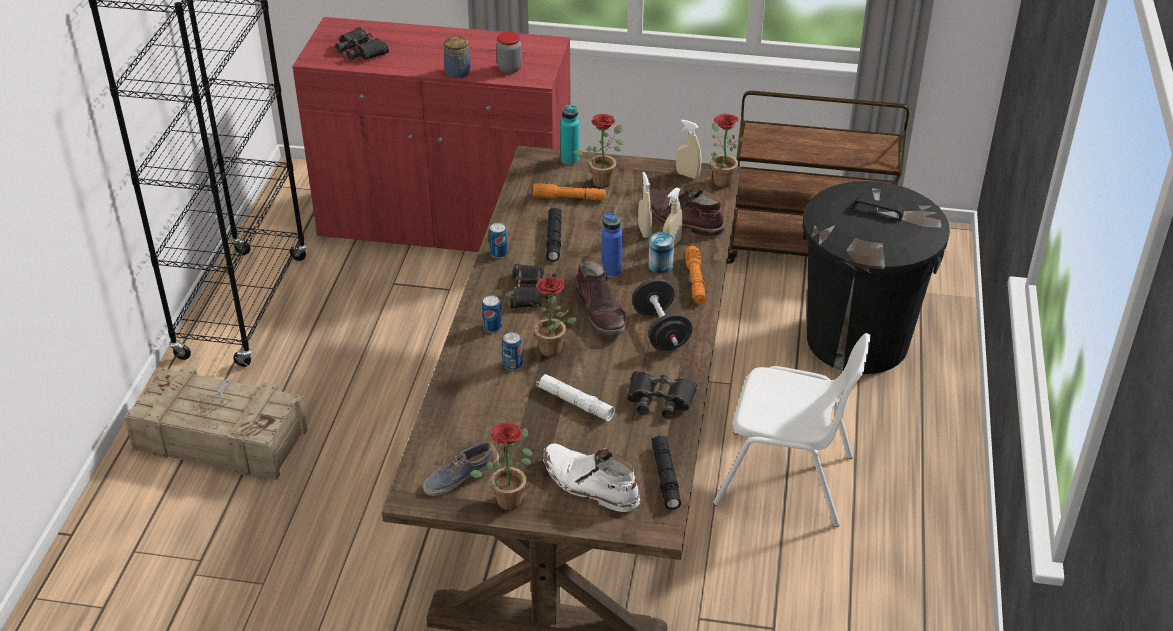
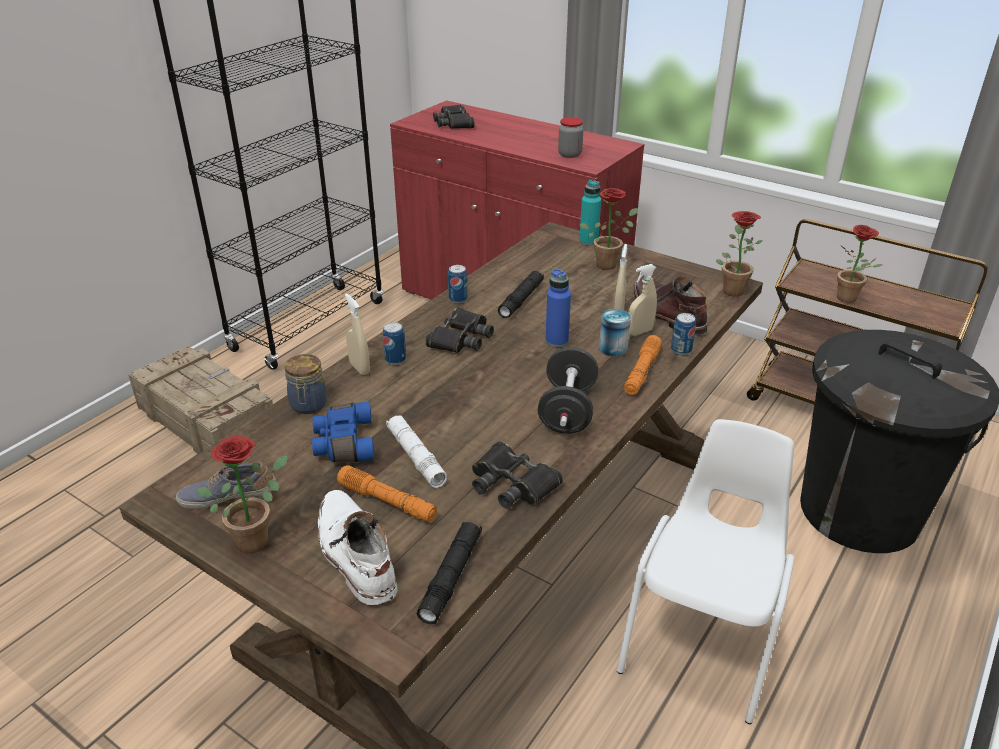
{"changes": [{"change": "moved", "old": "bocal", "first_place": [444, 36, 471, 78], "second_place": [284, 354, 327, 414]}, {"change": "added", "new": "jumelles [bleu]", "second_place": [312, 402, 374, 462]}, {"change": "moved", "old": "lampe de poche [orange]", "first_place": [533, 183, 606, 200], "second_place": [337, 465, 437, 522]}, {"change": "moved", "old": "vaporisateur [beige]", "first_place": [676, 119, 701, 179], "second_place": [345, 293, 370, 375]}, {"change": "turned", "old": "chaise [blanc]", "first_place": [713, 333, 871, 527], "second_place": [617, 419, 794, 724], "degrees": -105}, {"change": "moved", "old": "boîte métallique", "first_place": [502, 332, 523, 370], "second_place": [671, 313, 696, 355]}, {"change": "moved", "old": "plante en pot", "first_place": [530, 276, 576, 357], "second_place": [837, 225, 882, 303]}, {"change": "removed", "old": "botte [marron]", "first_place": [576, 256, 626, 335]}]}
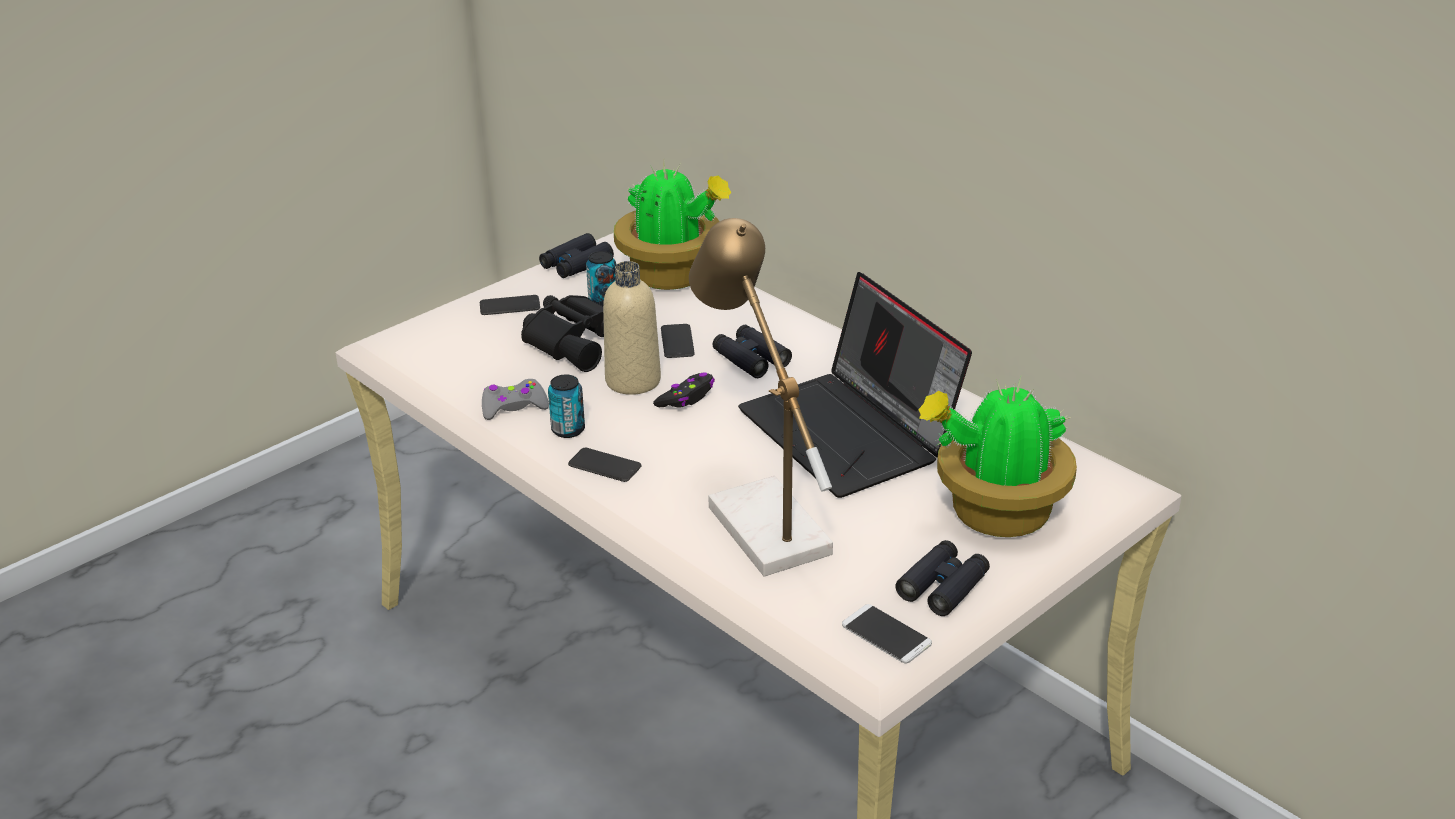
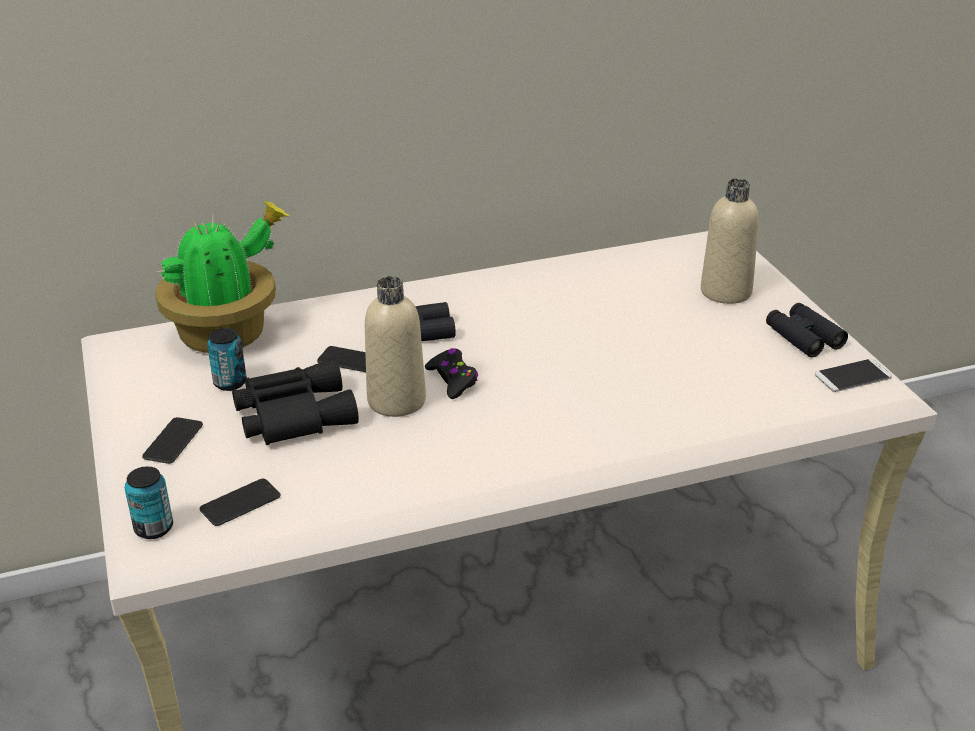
{"changes": [{"change": "moved", "old": "boîte métallique", "first_place": [548, 374, 585, 438], "second_place": [125, 466, 173, 539]}, {"change": "moved", "old": "téléphone", "first_place": [568, 448, 642, 482], "second_place": [200, 479, 281, 526]}, {"change": "replaced", "old": "plante en pot", "new": "bouteille [beige]", "first_place": [918, 377, 1077, 537], "second_place": [701, 179, 759, 304]}, {"change": "removed", "old": "manette [gris]", "first_place": [482, 379, 549, 420]}, {"change": "removed", "old": "jumelles [noir]", "first_place": [539, 233, 614, 278]}, {"change": "removed", "old": "lampe de table", "first_place": [689, 218, 833, 576]}, {"change": "removed", "old": "ordinateur portable", "first_place": [738, 272, 972, 498]}]}
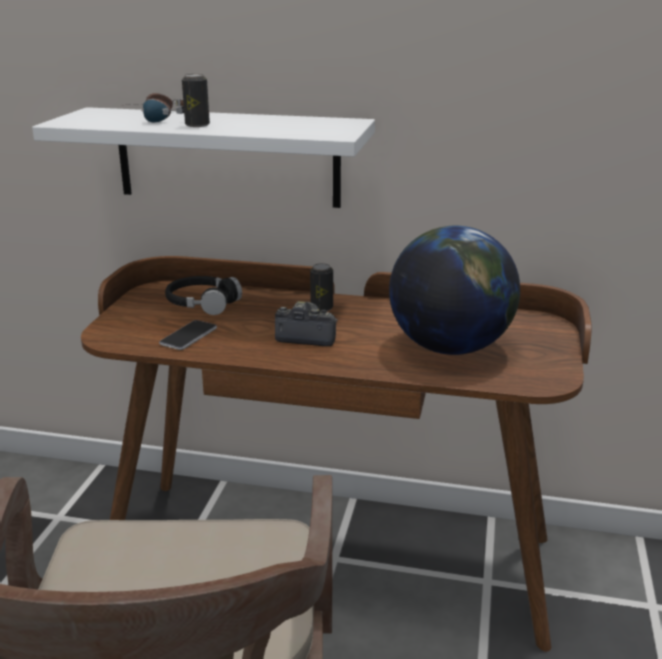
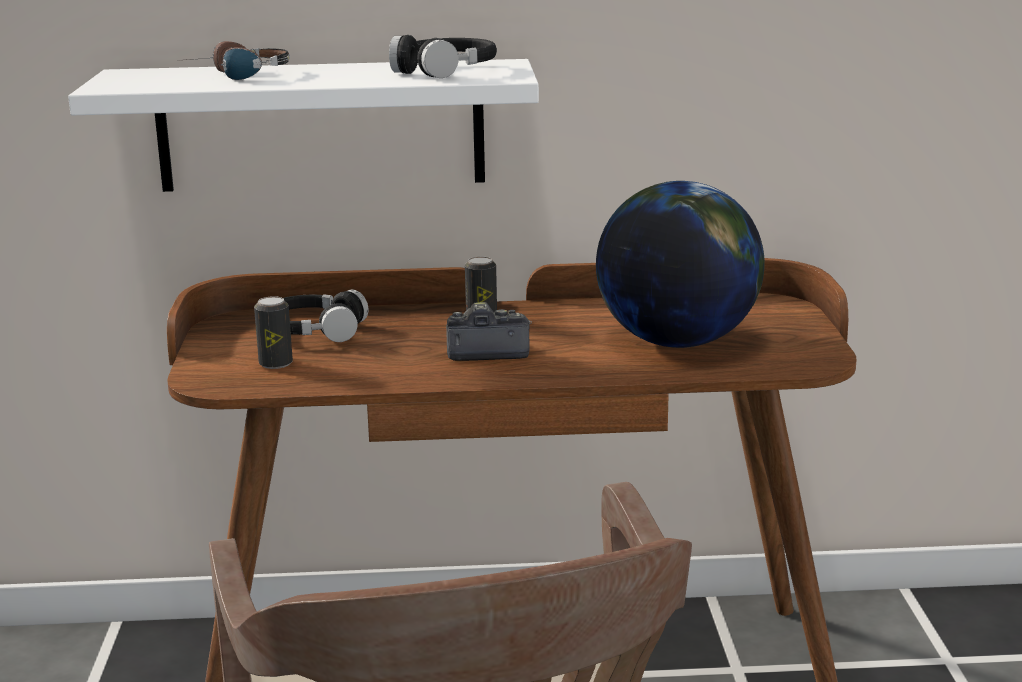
{"changes": [{"change": "moved", "old": "boîte métallique", "first_place": [182, 74, 210, 127], "second_place": [254, 296, 293, 369]}, {"change": "added", "new": "casque audio [noir]", "second_place": [389, 35, 497, 78]}, {"change": "removed", "old": "téléphone", "first_place": [159, 320, 217, 350]}]}
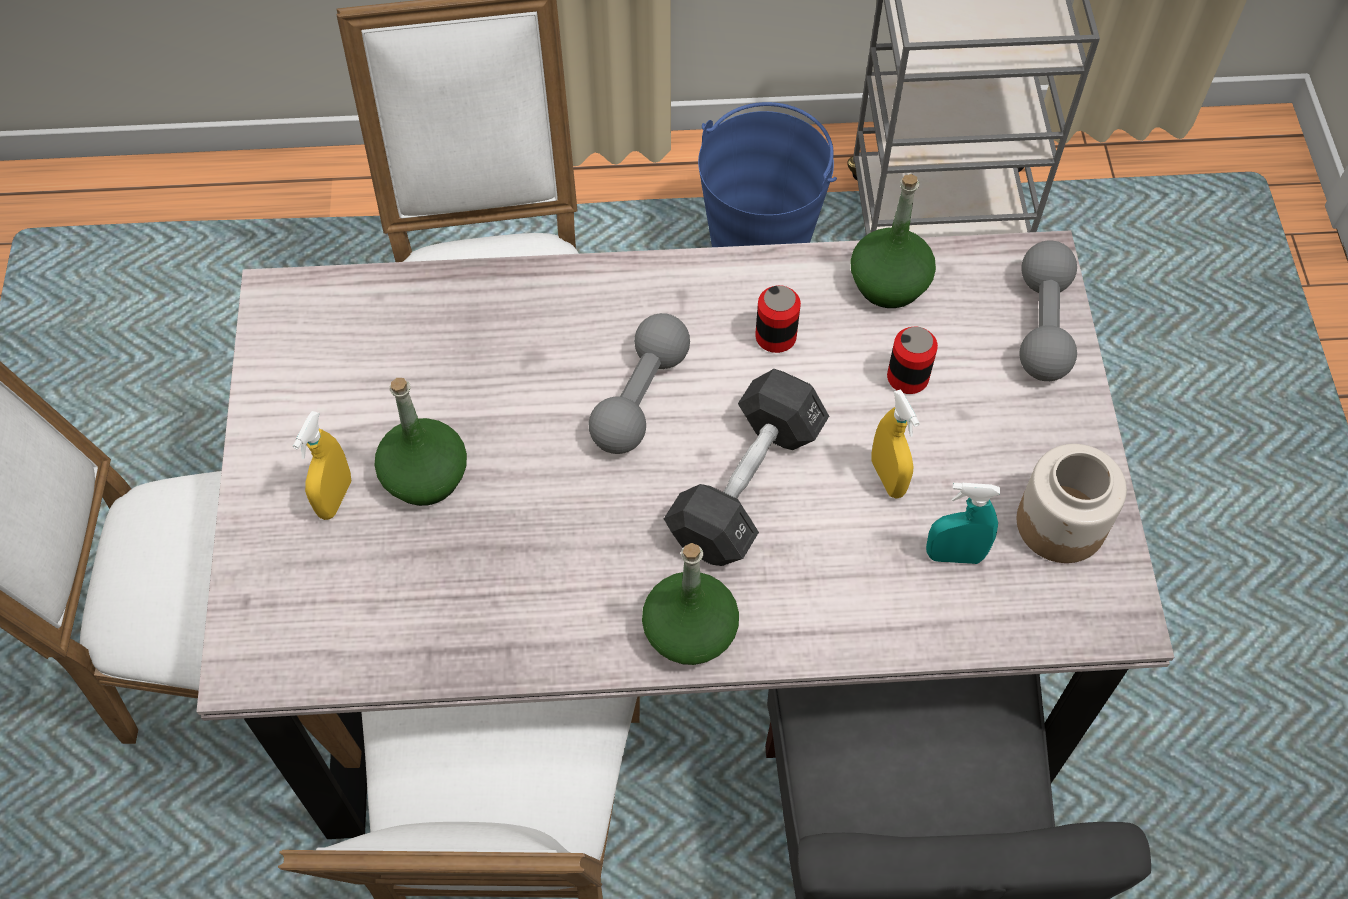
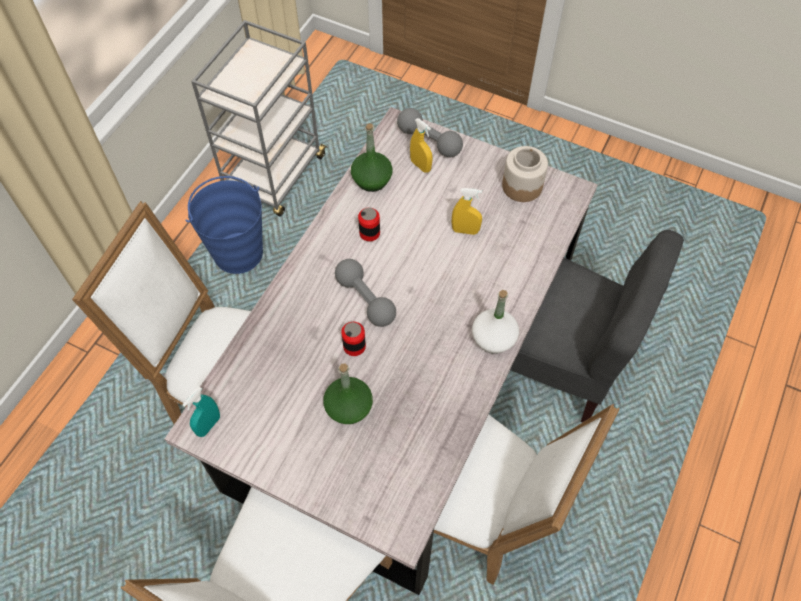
{"changes": [{"change": "moved", "old": "vaporisateur [turquoise]", "first_place": [926, 483, 1000, 564], "second_place": [182, 387, 220, 437]}, {"change": "moved", "old": "boîte métallique", "first_place": [887, 327, 938, 394], "second_place": [341, 322, 366, 356]}, {"change": "moved", "old": "vaporisateur [jaune]", "first_place": [293, 411, 351, 520], "second_place": [410, 118, 433, 173]}, {"change": "recoloured", "old": "bouteille [vert]", "new": "bouteille [blanc]", "first_place": [642, 543, 739, 665], "second_place": [472, 290, 519, 354]}, {"change": "removed", "old": "haltère [noir]", "first_place": [664, 369, 829, 566]}]}
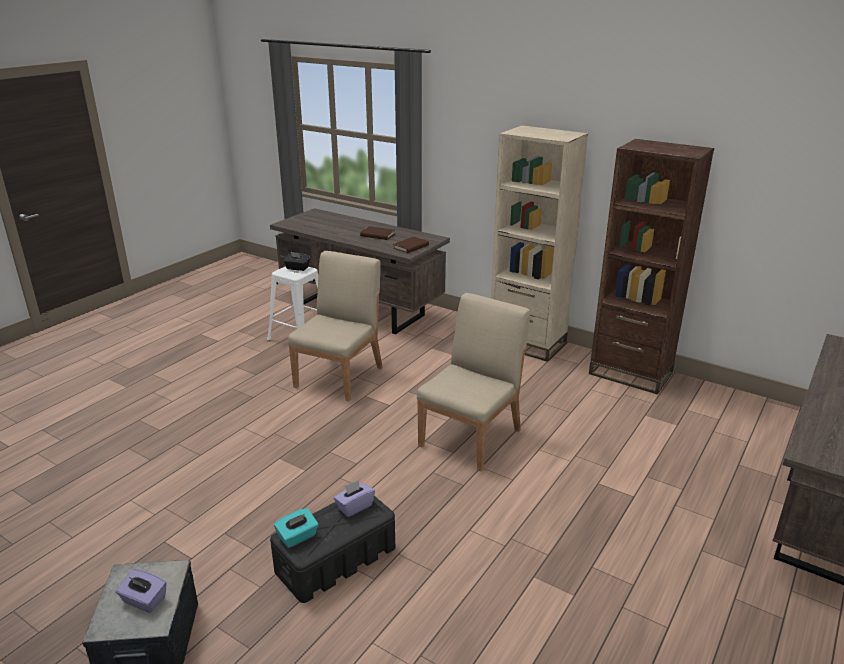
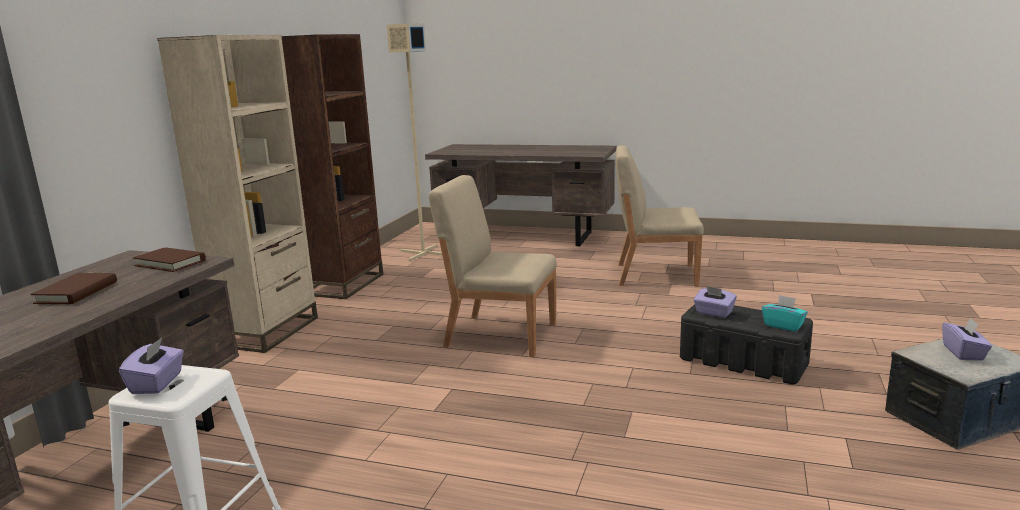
{"changes": [{"change": "recoloured", "old": "boîte à mouchoirs [noir]", "new": "boîte à mouchoirs [violet]", "first_place": [284, 251, 310, 271], "second_place": [119, 337, 184, 394]}, {"change": "added", "new": "lampadaire [beige]", "second_place": [387, 24, 442, 261]}, {"change": "moved", "old": "chaise [beige]", "first_place": [288, 251, 382, 401], "second_place": [616, 145, 704, 287]}]}
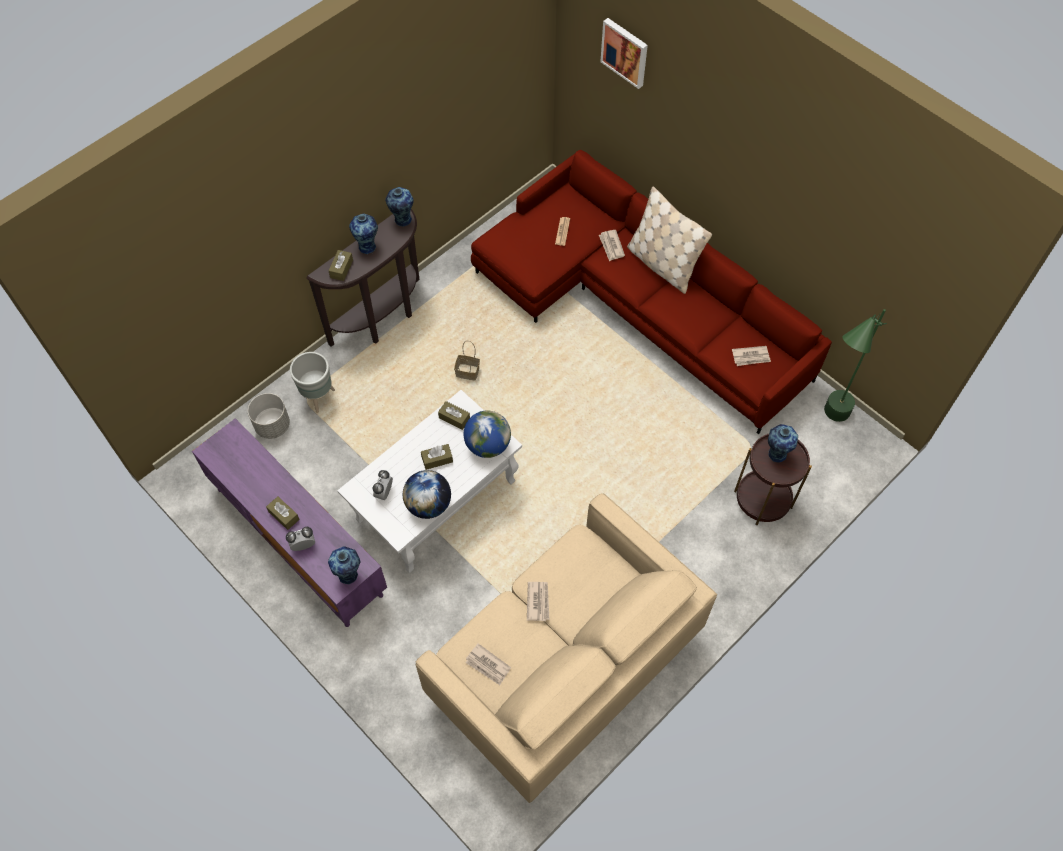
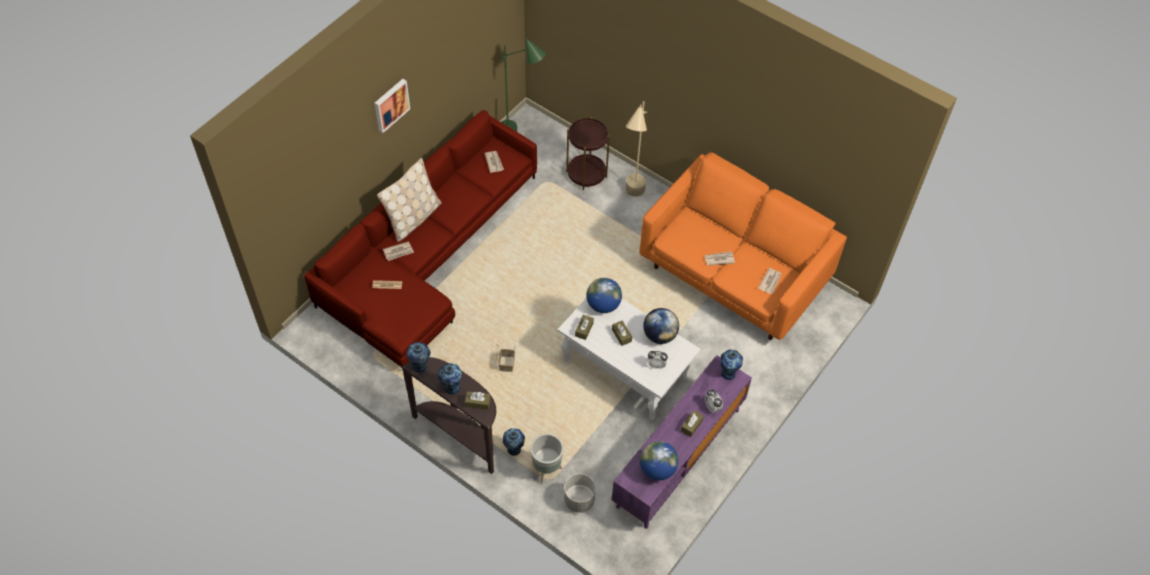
{"changes": [{"change": "moved", "old": "tableau", "first_place": [600, 18, 648, 89], "second_place": [375, 79, 410, 133]}, {"change": "moved", "old": "vase", "first_place": [768, 424, 798, 463], "second_place": [502, 428, 525, 456]}, {"change": "added", "new": "lampadaire [beige]", "second_place": [626, 101, 647, 197]}, {"change": "recoloured", "old": "canapé [beige]", "new": "canapé [orange]", "first_place": [416, 493, 717, 803], "second_place": [639, 152, 847, 340]}, {"change": "added", "new": "globe", "second_place": [640, 441, 679, 480]}]}
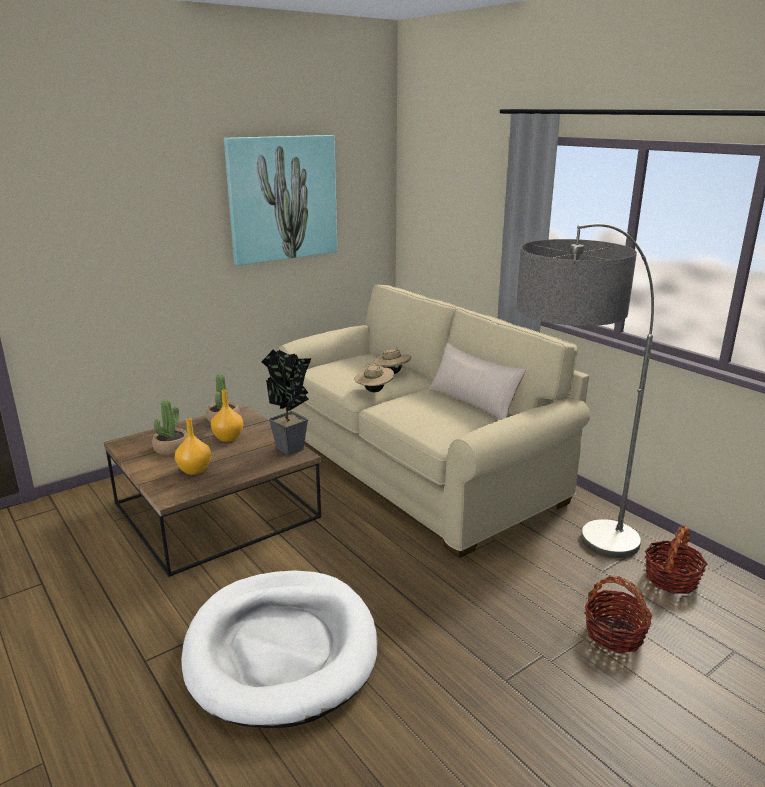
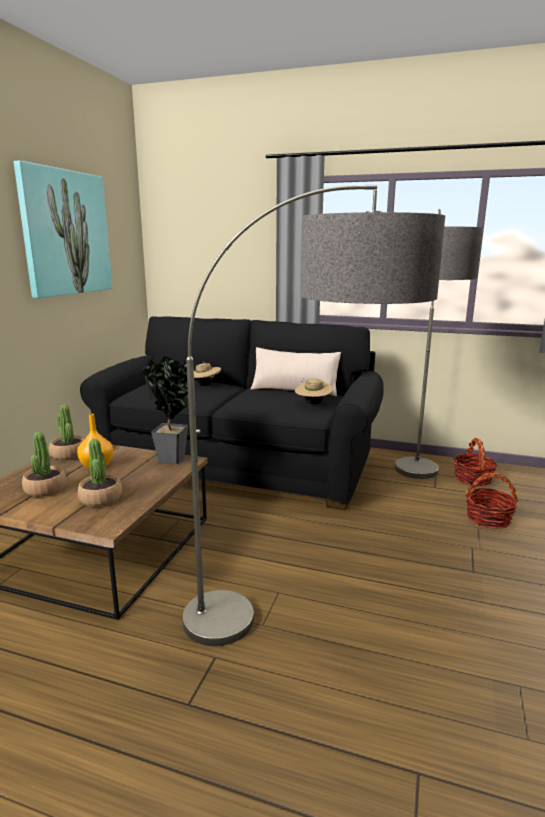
{"changes": [{"change": "replaced", "old": "vase [orange]", "new": "plante en pot", "first_place": [175, 418, 211, 475], "second_place": [78, 439, 122, 507]}, {"change": "recoloured", "old": "canapé [beige]", "new": "canapé [noir]", "first_place": [278, 285, 590, 558], "second_place": [80, 316, 384, 510]}, {"change": "replaced", "old": "panier pour chien [blanc]", "new": "lampadaire", "first_place": [181, 570, 378, 728], "second_place": [182, 185, 445, 646]}, {"change": "moved", "old": "chapeau [beige]", "first_place": [354, 363, 394, 392], "second_place": [295, 378, 333, 404]}]}
